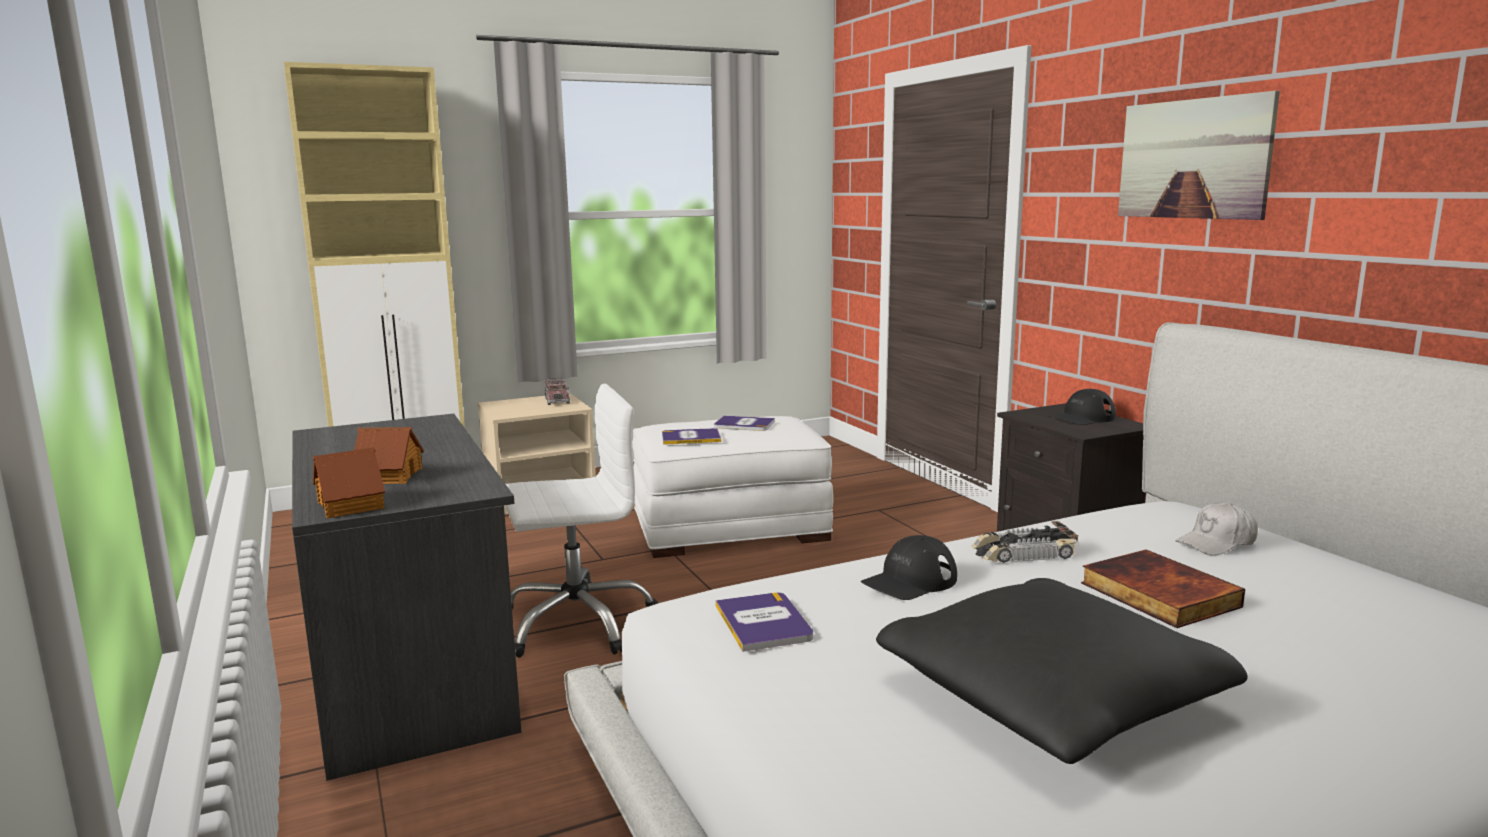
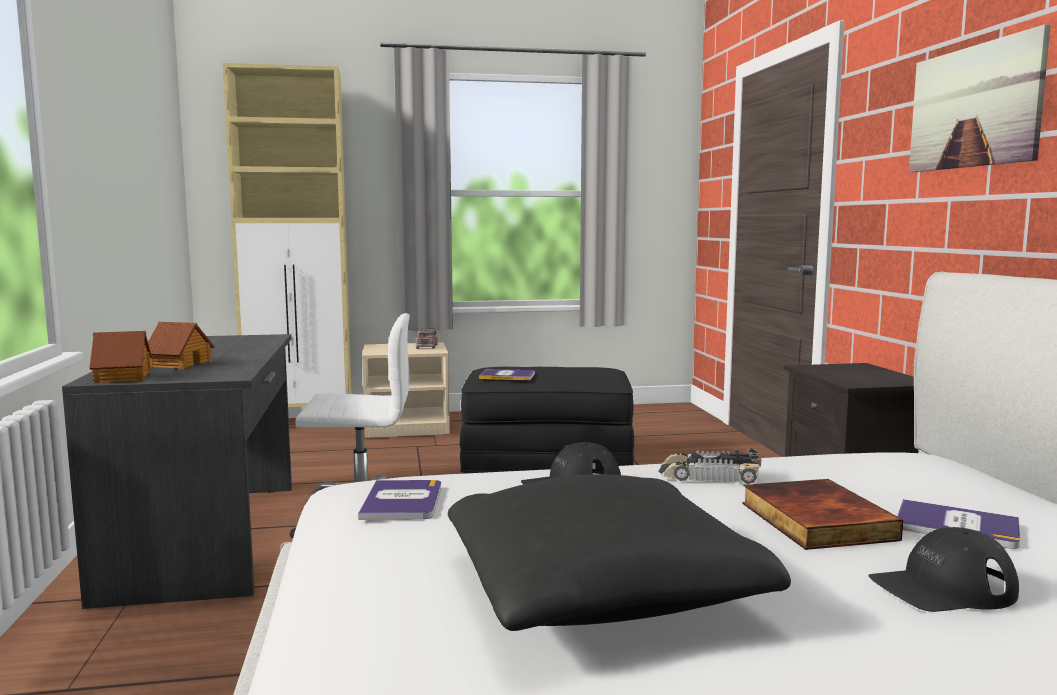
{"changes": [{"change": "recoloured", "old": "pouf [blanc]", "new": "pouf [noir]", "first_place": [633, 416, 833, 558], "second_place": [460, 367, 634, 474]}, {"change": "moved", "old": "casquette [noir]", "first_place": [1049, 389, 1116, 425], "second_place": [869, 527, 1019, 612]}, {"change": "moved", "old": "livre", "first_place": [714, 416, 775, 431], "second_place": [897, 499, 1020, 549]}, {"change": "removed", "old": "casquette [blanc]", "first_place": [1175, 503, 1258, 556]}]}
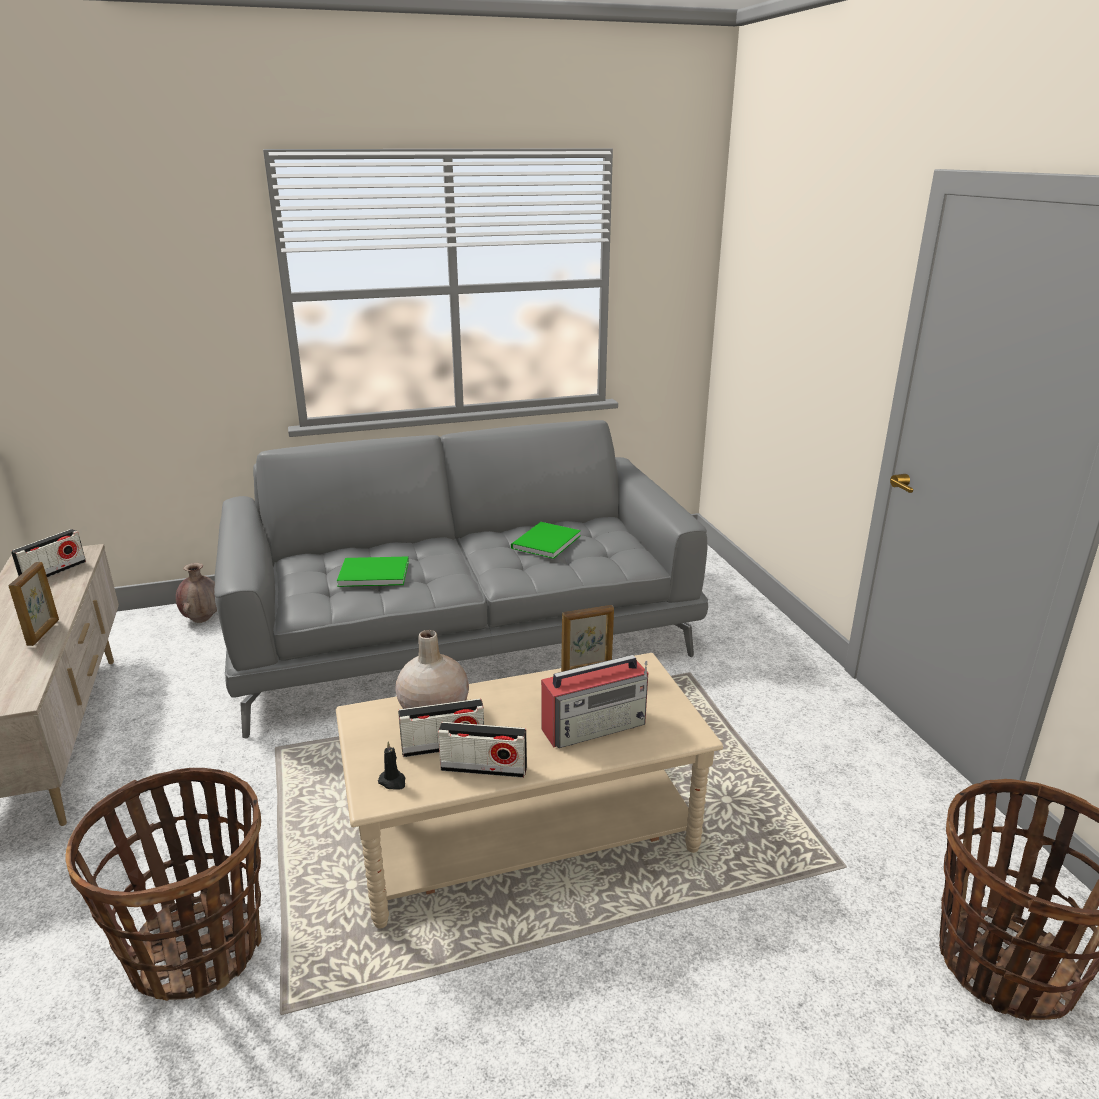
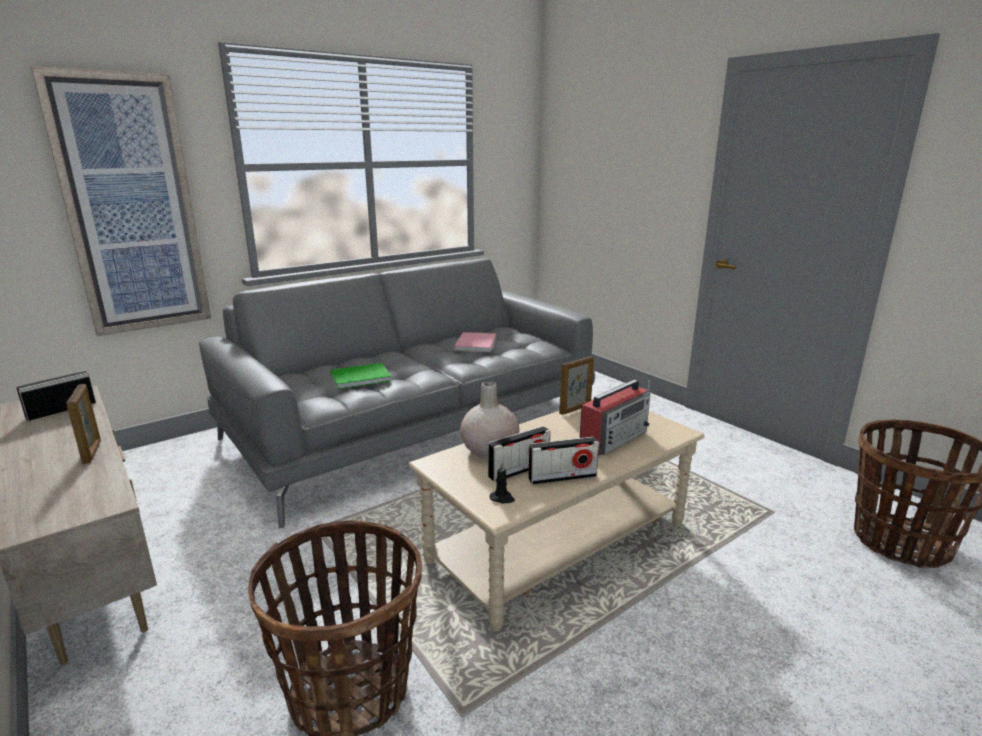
{"changes": [{"change": "turned", "old": "radio", "first_place": [11, 529, 86, 577], "second_place": [16, 371, 96, 421], "degrees": -150}, {"change": "added", "new": "tableau", "second_place": [31, 66, 211, 336]}, {"change": "recoloured", "old": "livre [vert]", "new": "livre [rose]", "first_place": [511, 522, 581, 559], "second_place": [454, 332, 496, 352]}, {"change": "removed", "old": "vase [marron]", "first_place": [176, 563, 217, 623]}]}
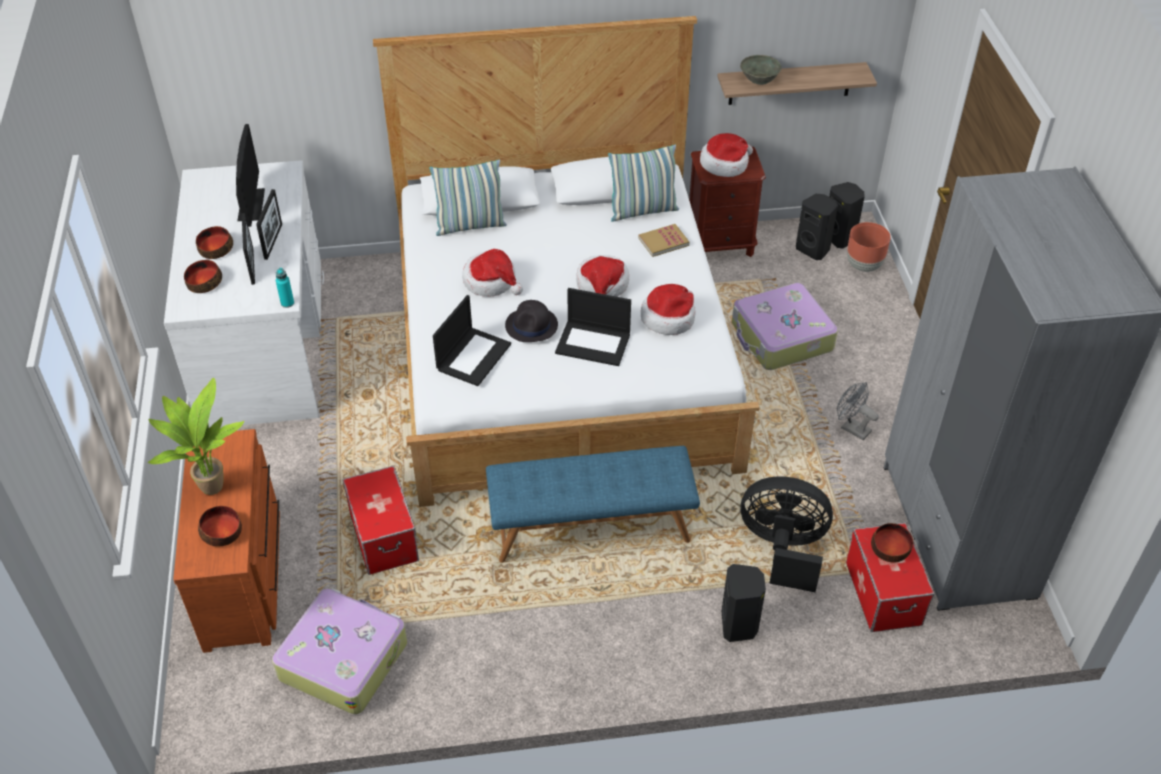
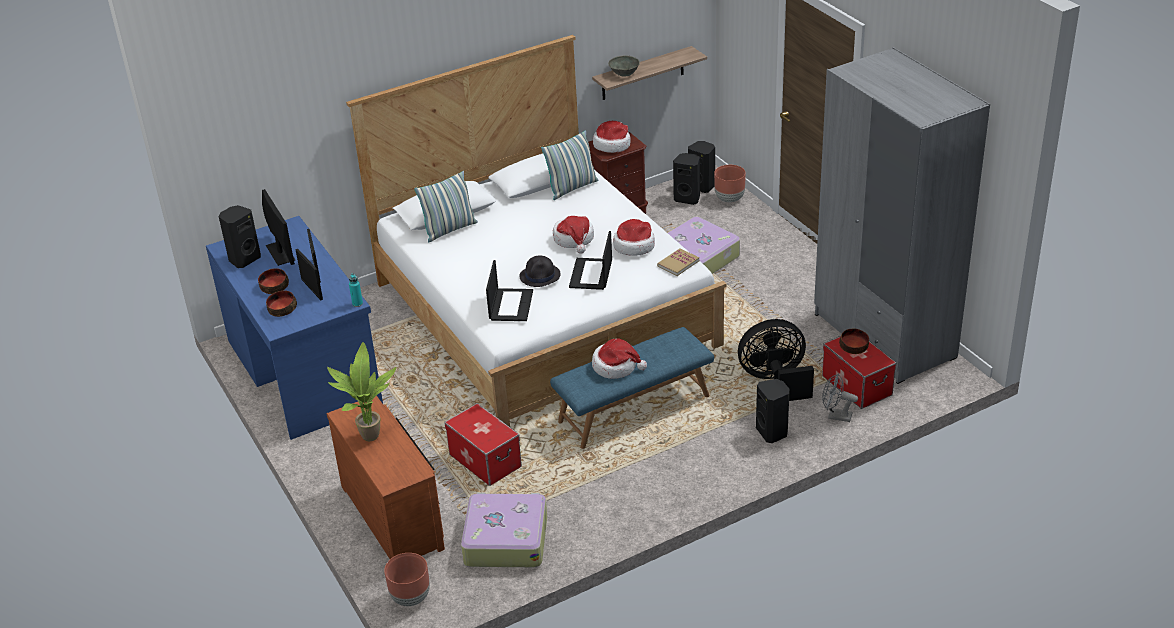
{"changes": [{"change": "recoloured", "old": "bureau [blanc]", "new": "bureau [bleu]", "first_place": [164, 160, 324, 428], "second_place": [206, 216, 383, 440]}, {"change": "added", "new": "enceinte [noir]", "second_place": [219, 205, 261, 268]}, {"change": "added", "new": "cache-pot [marron]", "second_place": [384, 553, 430, 606]}, {"change": "turned", "old": "ordinateur portable", "first_place": [555, 288, 631, 366], "second_place": [569, 231, 612, 290], "degrees": 105}, {"change": "moved", "old": "chapeau", "first_place": [462, 249, 523, 297], "second_place": [592, 339, 647, 379]}, {"change": "moved", "old": "livre", "first_place": [638, 224, 689, 257], "second_place": [657, 249, 699, 276]}, {"change": "moved", "old": "ventilateur [gris]", "first_place": [837, 382, 879, 440], "second_place": [822, 373, 858, 422]}, {"change": "removed", "old": "bol", "first_place": [198, 506, 242, 547]}]}
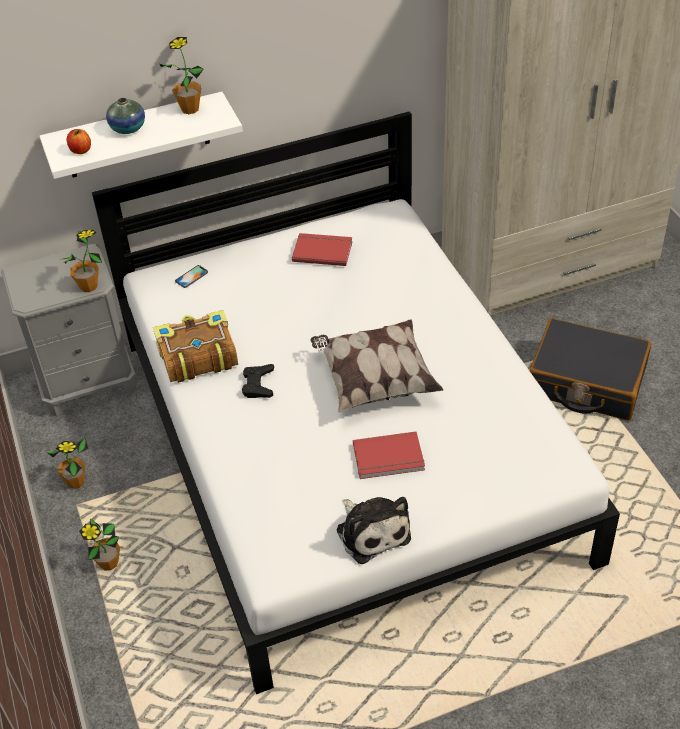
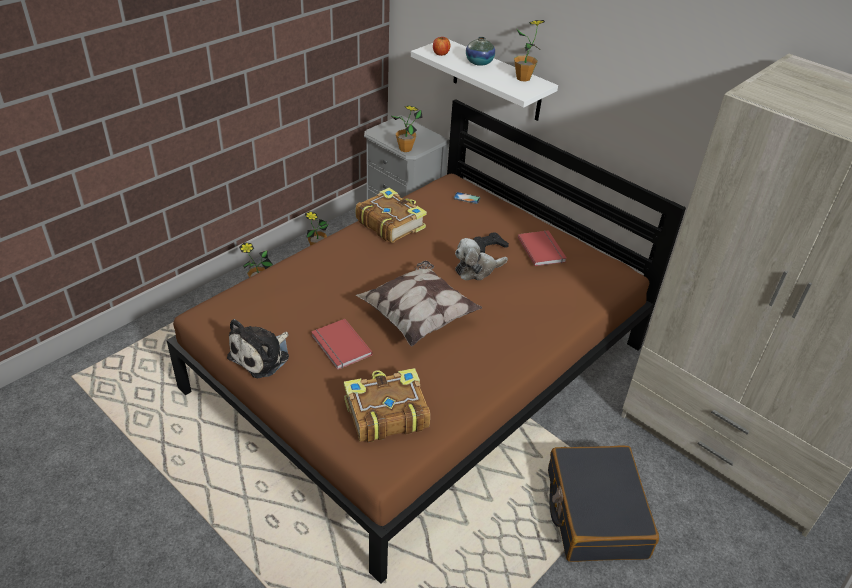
{"changes": [{"change": "recoloured", "old": "lit [blanc]", "new": "lit [marron]", "first_place": [92, 111, 620, 694], "second_place": [167, 99, 686, 584]}, {"change": "added", "new": "livre", "second_place": [344, 368, 430, 443]}, {"change": "added", "new": "peluche", "second_place": [455, 238, 508, 280]}, {"change": "moved", "old": "manette [noir]", "first_place": [242, 364, 274, 398], "second_place": [473, 232, 509, 253]}]}
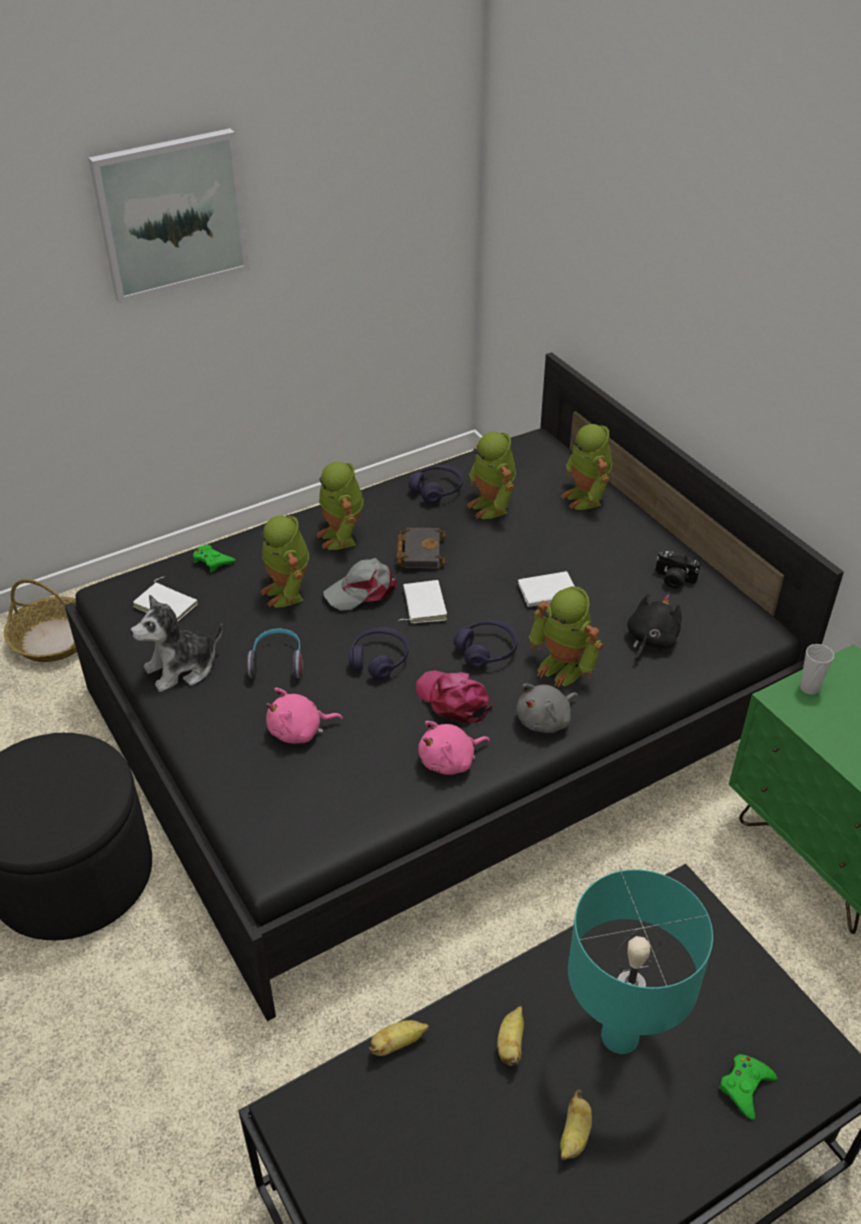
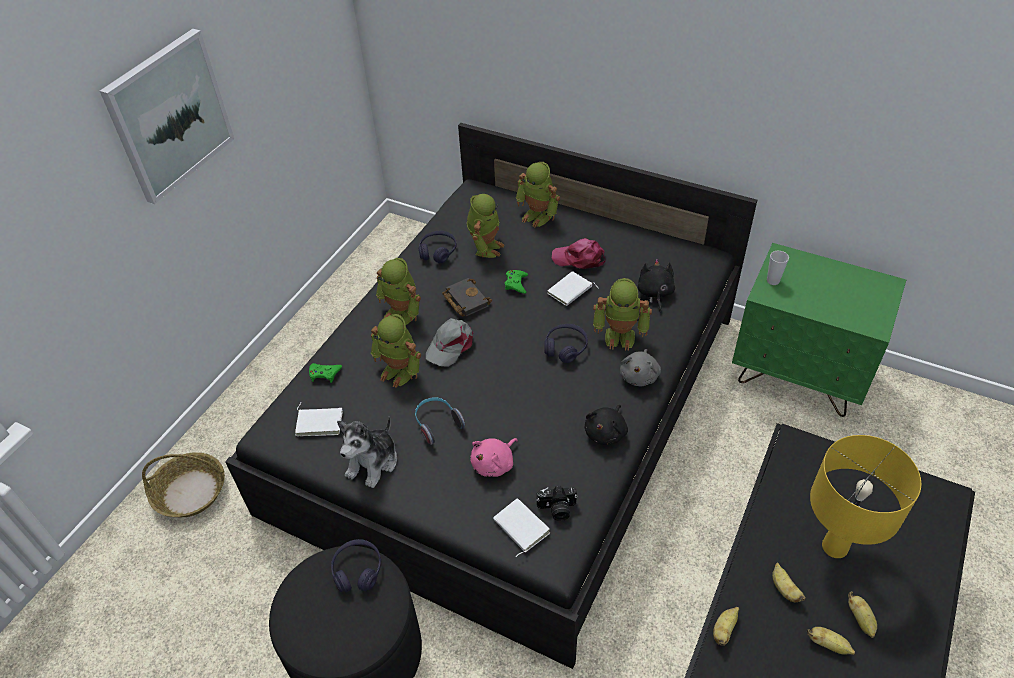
{"changes": [{"change": "moved", "old": "casque audio [violet]", "first_place": [349, 627, 409, 679], "second_place": [331, 539, 381, 592]}, {"change": "turned", "old": "robot jouet", "first_place": [467, 432, 516, 519], "second_place": [467, 194, 505, 258], "degrees": -105}, {"change": "moved", "old": "livre [blanc]", "first_place": [398, 580, 447, 624], "second_place": [493, 498, 550, 557]}, {"change": "moved", "old": "manette [vert]", "first_place": [719, 1054, 777, 1120], "second_place": [505, 270, 528, 294]}, {"change": "moved", "old": "appareil photo", "first_place": [655, 550, 700, 589], "second_place": [537, 486, 577, 521]}, {"change": "moved", "old": "casquette [rose]", "first_place": [416, 670, 494, 723], "second_place": [552, 238, 606, 269]}, {"change": "recoloured", "old": "peluche [rose]", "new": "peluche [noir]", "first_place": [418, 721, 490, 775], "second_place": [584, 405, 628, 445]}, {"change": "added", "new": "banane", "second_place": [807, 627, 855, 655]}, {"change": "recoloured", "old": "lampe de table [turquoise]", "new": "lampe de table [jaune]", "first_place": [568, 869, 713, 1054], "second_place": [810, 435, 921, 558]}]}
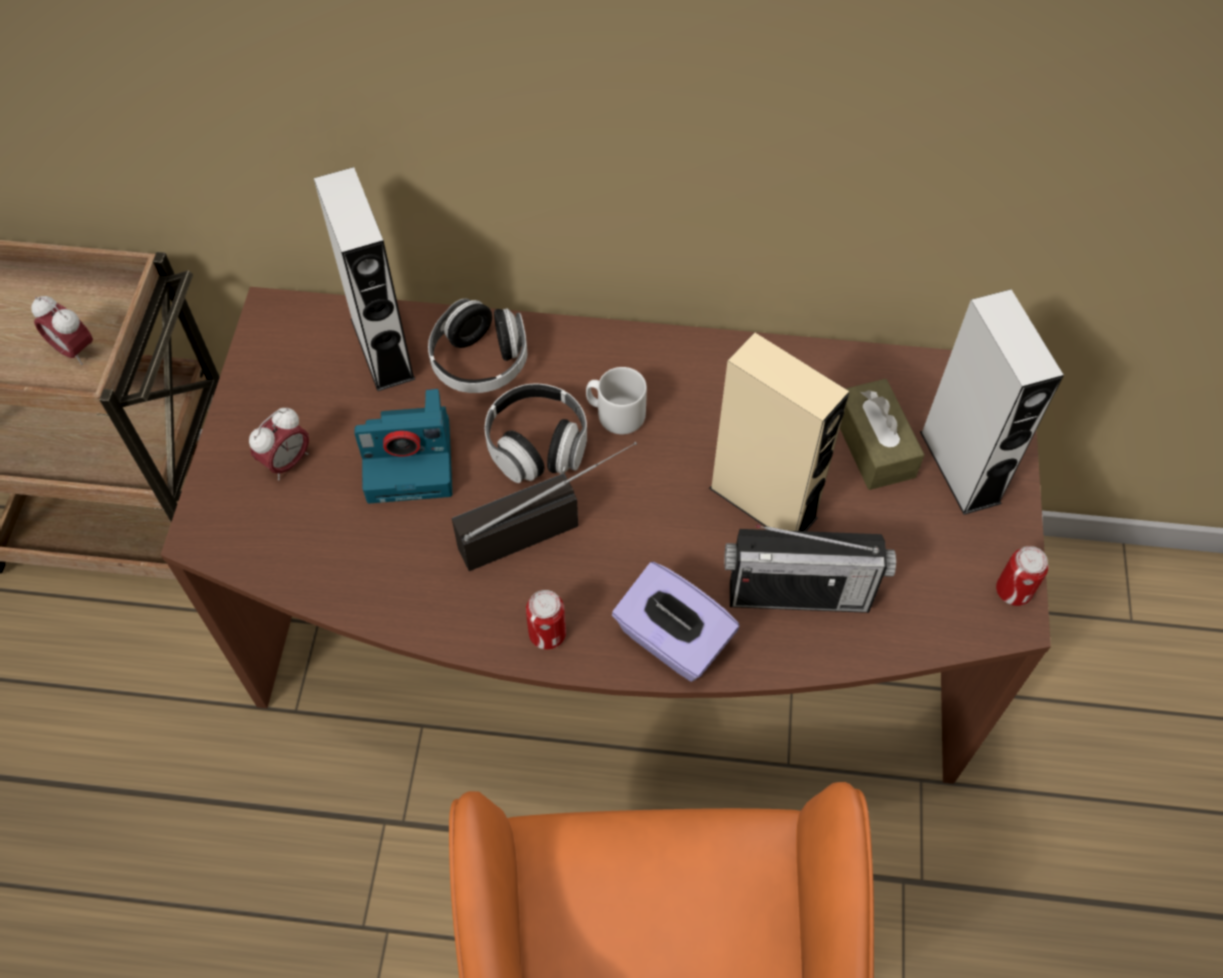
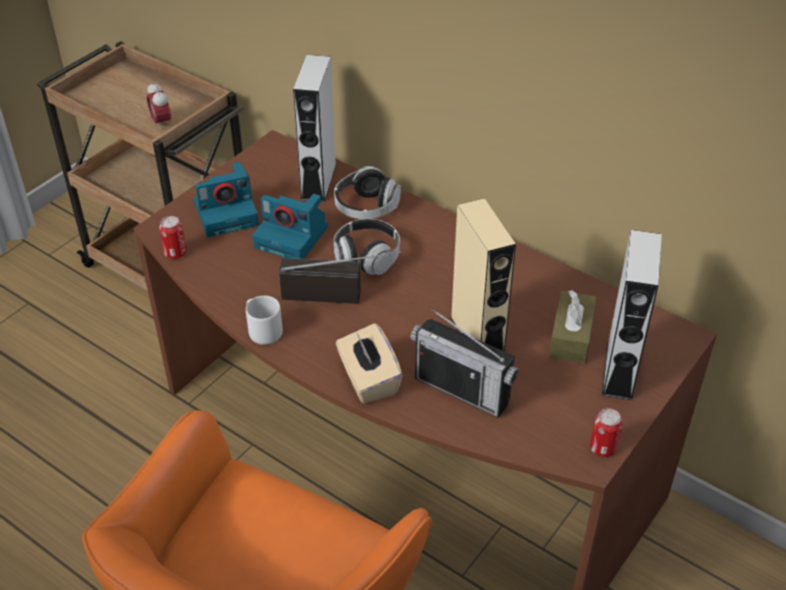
{"changes": [{"change": "moved", "old": "boîte métallique", "first_place": [526, 590, 566, 649], "second_place": [159, 216, 187, 259]}, {"change": "replaced", "old": "réveil", "new": "appareil photo", "first_place": [249, 408, 309, 480], "second_place": [194, 162, 259, 237]}, {"change": "moved", "old": "mug [gris]", "first_place": [586, 367, 647, 434], "second_place": [246, 296, 283, 345]}, {"change": "recoloured", "old": "boîte à mouchoirs [violet]", "new": "boîte à mouchoirs [beige]", "first_place": [612, 562, 739, 682], "second_place": [336, 323, 403, 404]}]}
